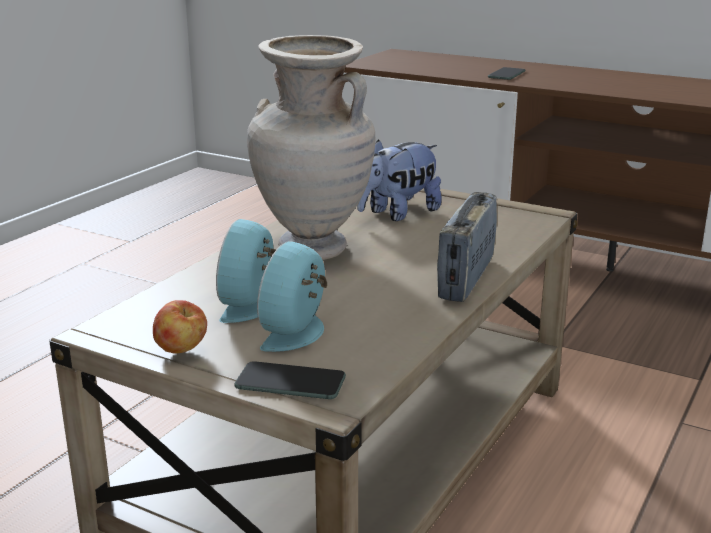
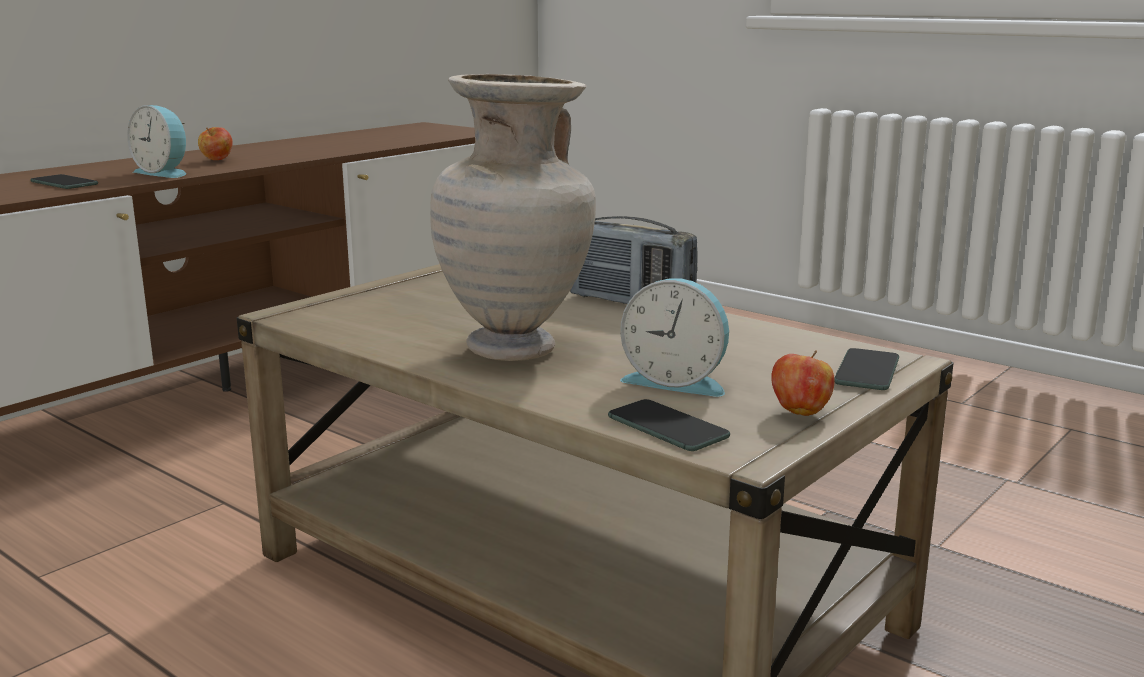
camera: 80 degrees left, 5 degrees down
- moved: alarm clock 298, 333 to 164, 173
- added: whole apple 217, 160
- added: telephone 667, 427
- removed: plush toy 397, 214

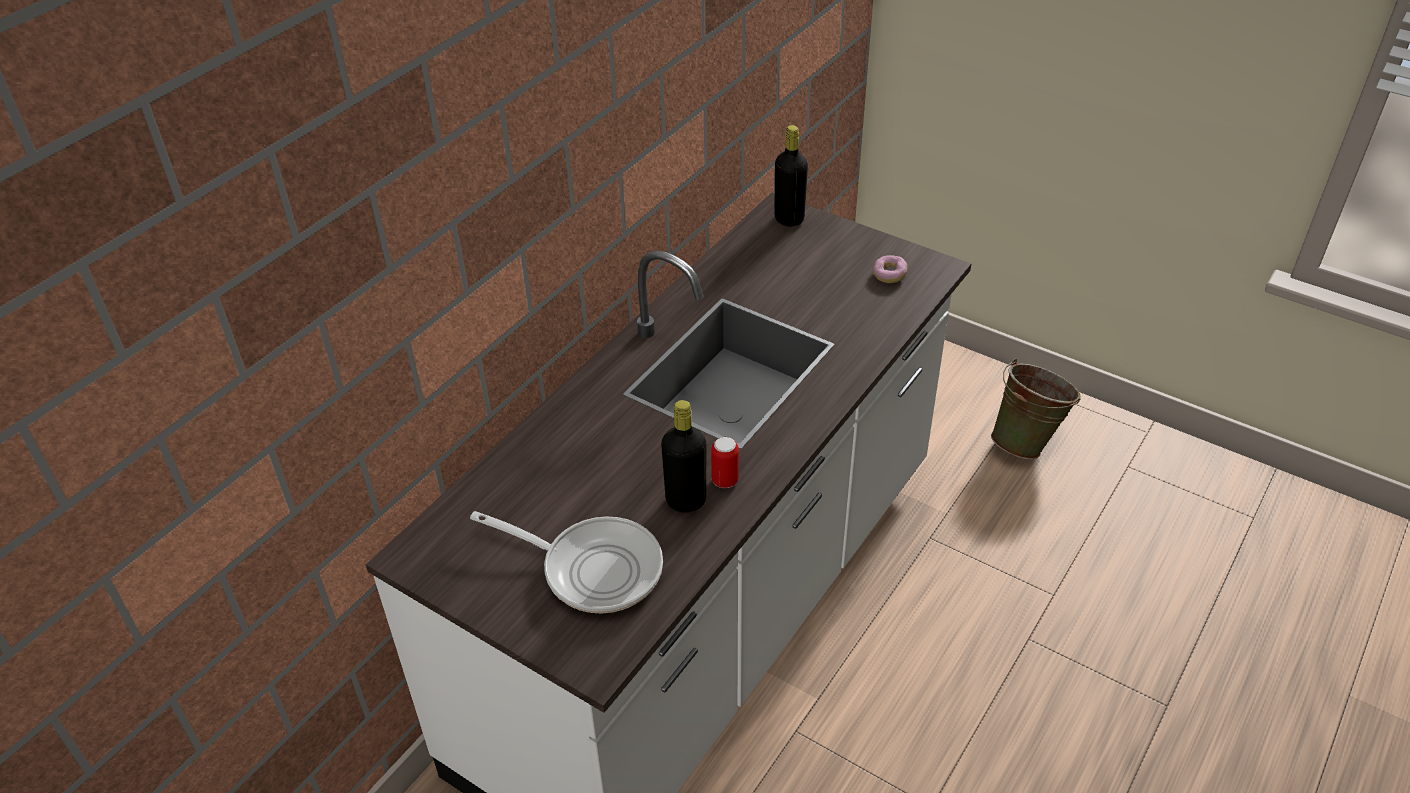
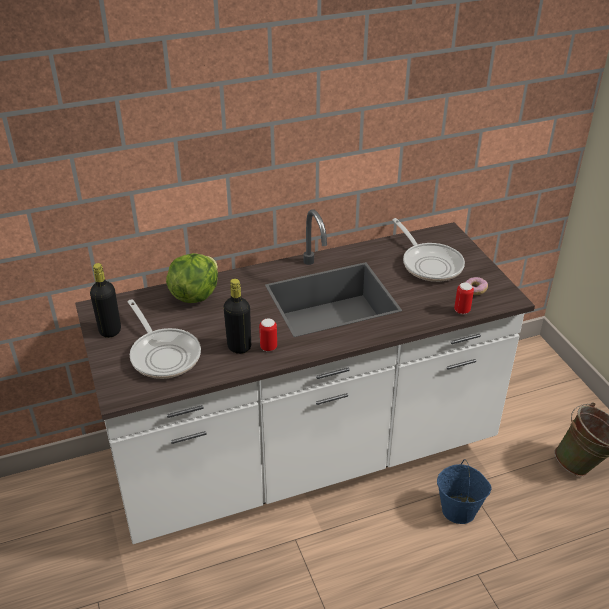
camera: 35 degrees right, 5 degrees down
- moved: black-coloured beverage bottle 789, 219 to 110, 330
- added: head of lettuce 194, 295
- added: pan 429, 263
- added: bluish water bucket 459, 510
- added: metal can 462, 310

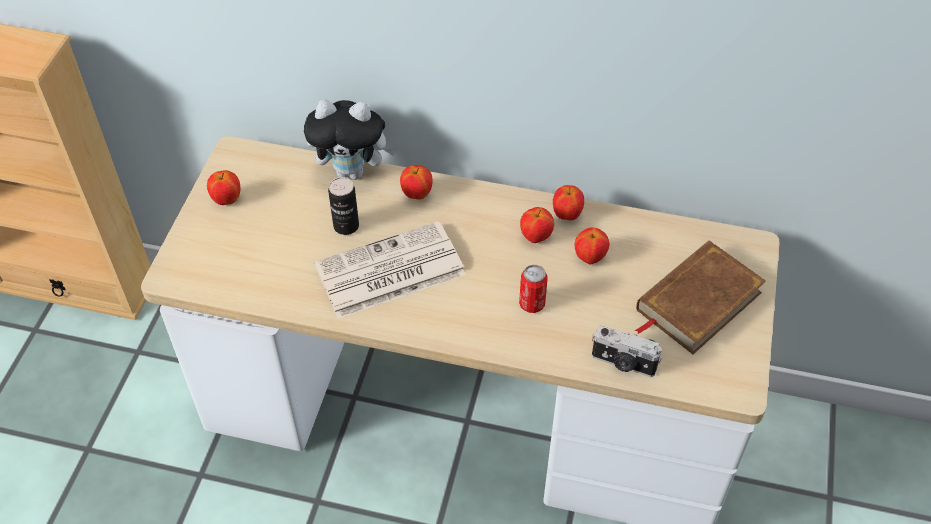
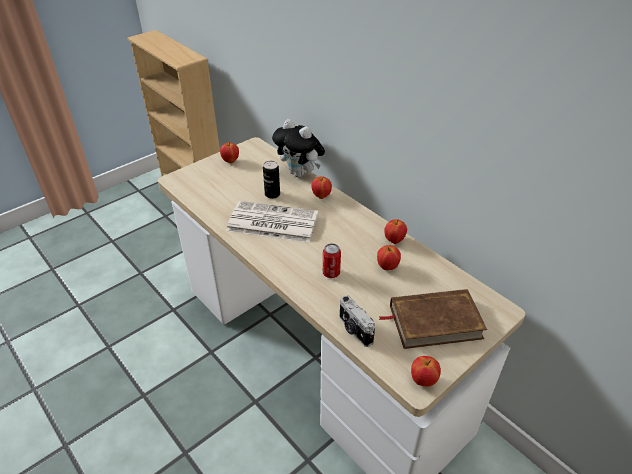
camera: 35 degrees right, 10 degrees down
- moved: whole apple 536, 237 to 423, 380

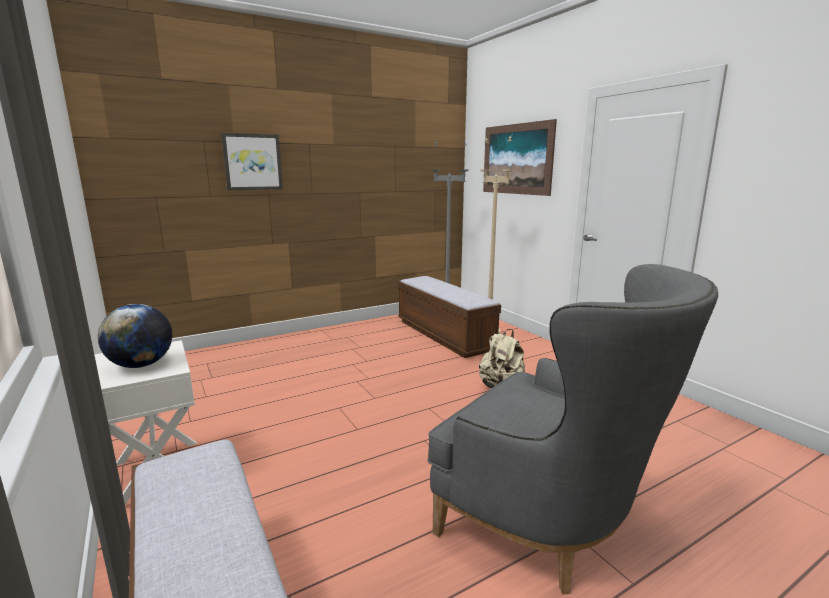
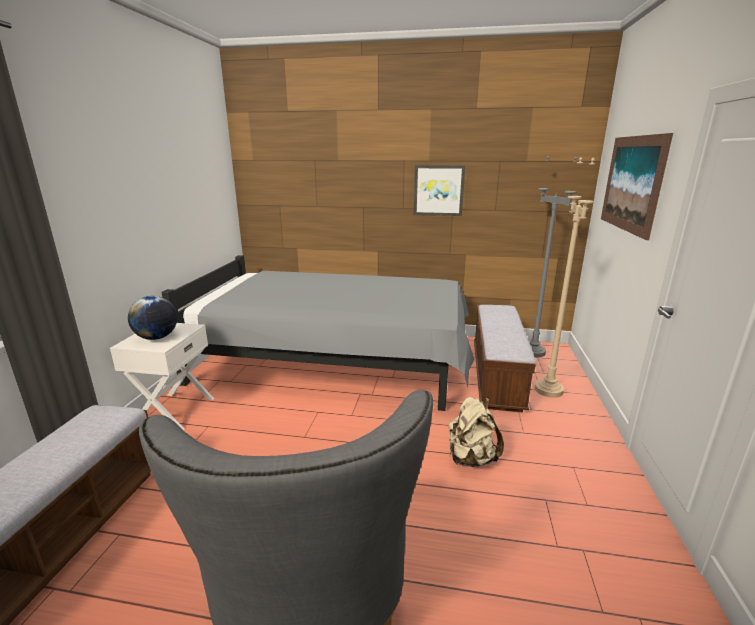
camera: 40 degrees right, 5 degrees up
- added: gray sleeping bed 337, 362
- moved: picture 252, 162 to 438, 190

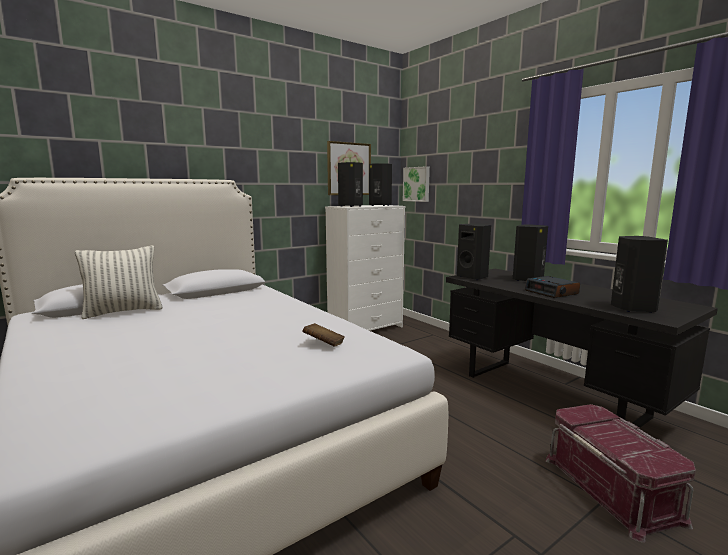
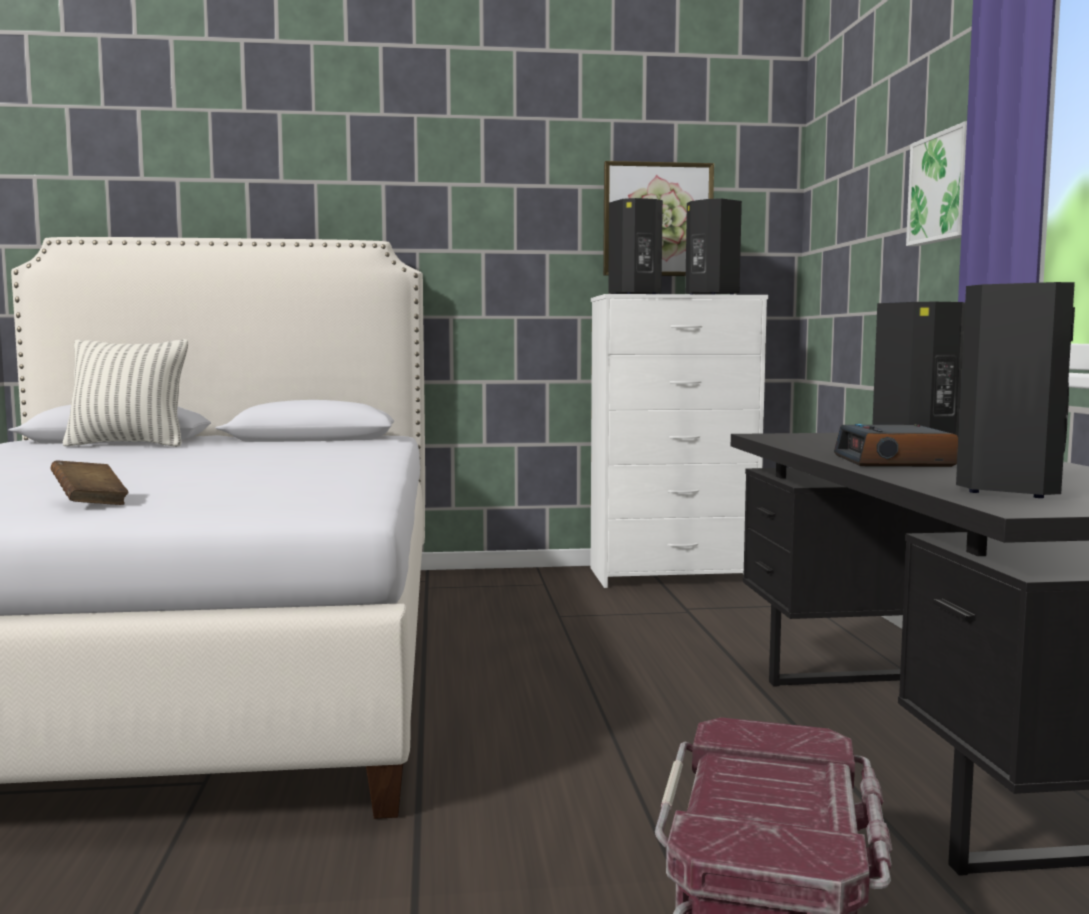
camera: 30 degrees right, 5 degrees down
- moved: brownish book 324, 344 to 90, 503
- moved: picture 417, 184 to 945, 187
- removed: black-coloured loudspeaker 473, 277

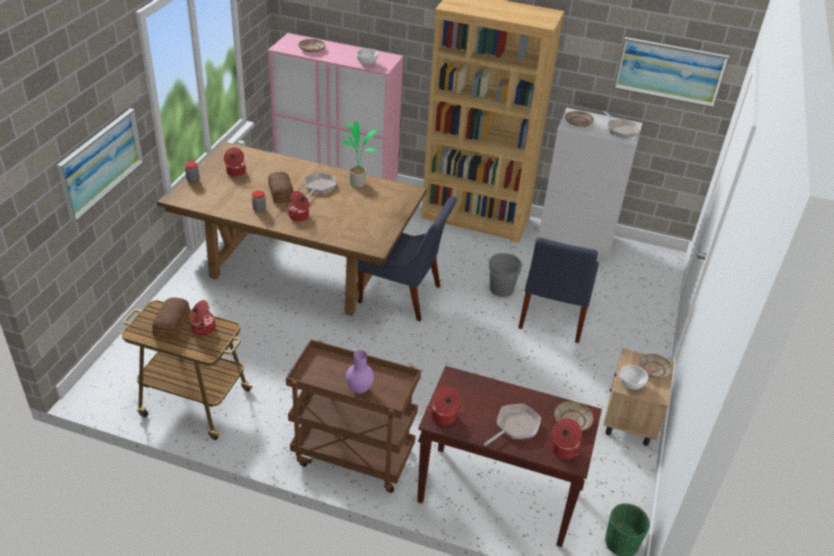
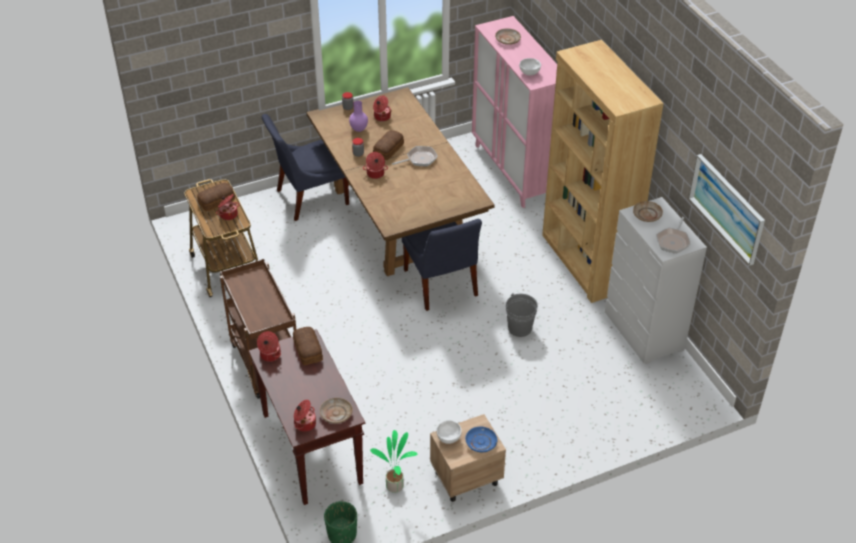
camera: 50 degrees right, 5 degrees up
- moved: bluish chair 552, 316 to 309, 198
- added: baked bread 307, 351
- moved: purple flower vase 359, 389 to 358, 129
- moved: houseplant 357, 182 to 396, 485
- recoloured: sand-coloured flat dish 653, 370 to bluish flat dish 481, 442
- removed: picture 101, 162
- removed: pan 515, 426

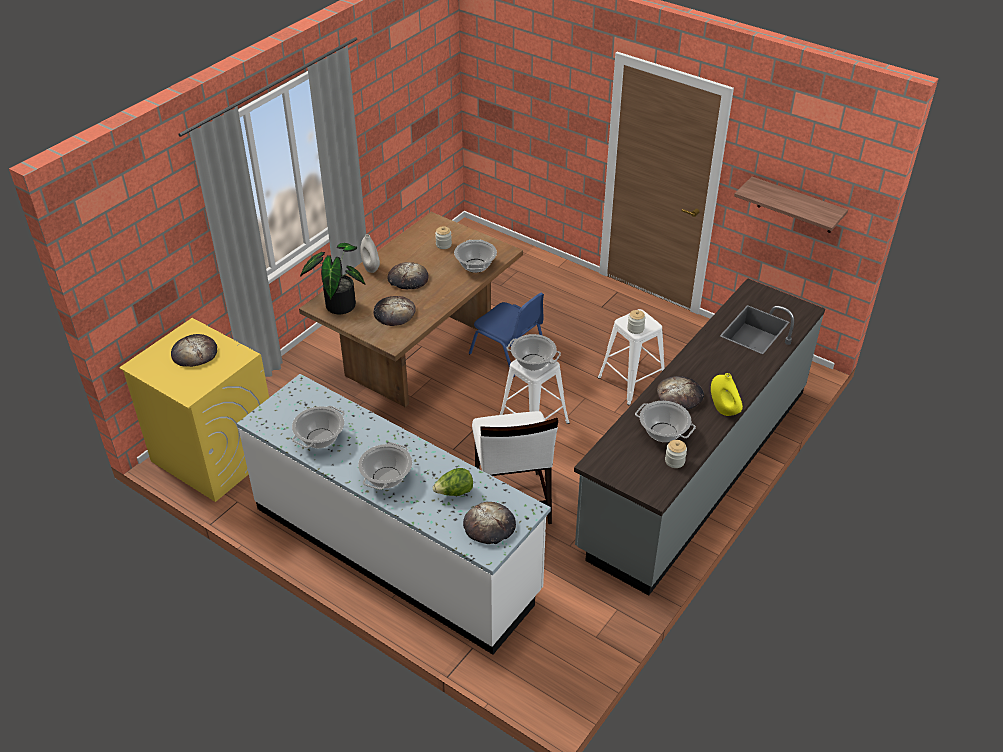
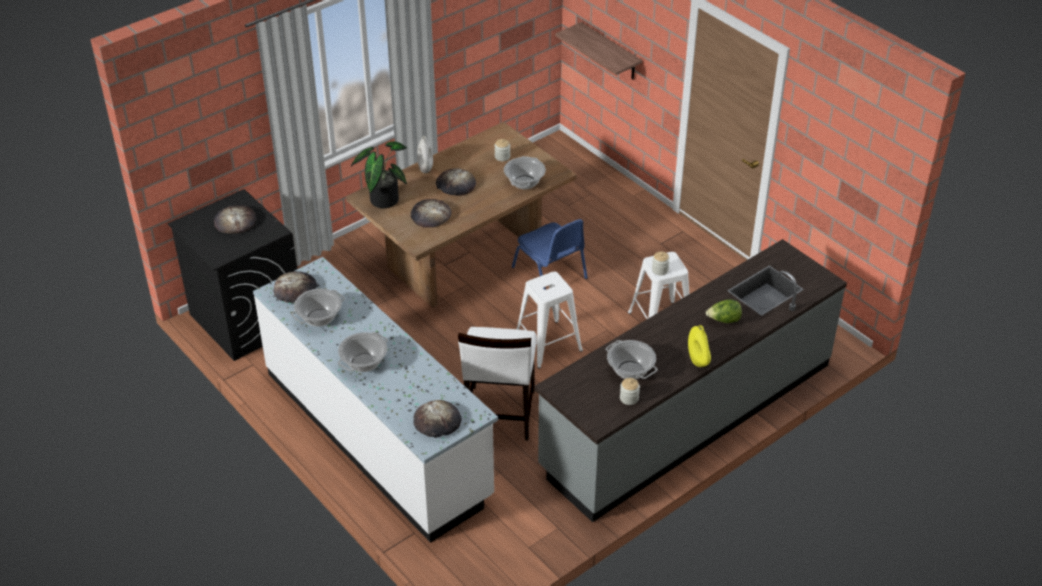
camera: 15 degrees right, 0 degrees up
- recoloured: yellowish laundry machine 214, 455 to black-coloured laundry machine 246, 319
- moved: baked bread 679, 395 to 295, 289
- moved: bracket shelf 796, 206 to 610, 52
- moved: head of lettuce 454, 492 to 723, 320
- removed: stockpot 533, 362

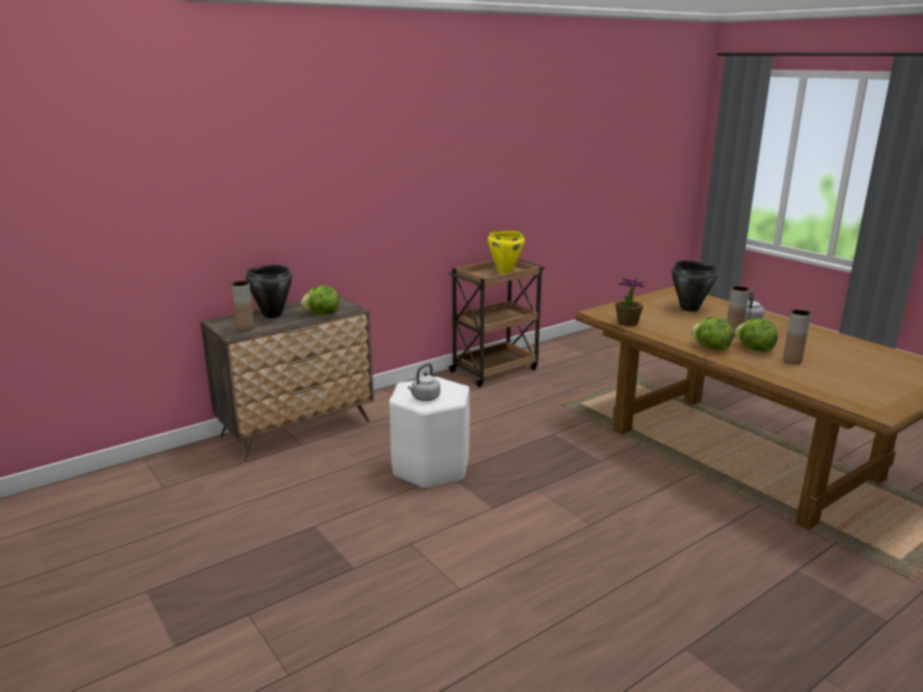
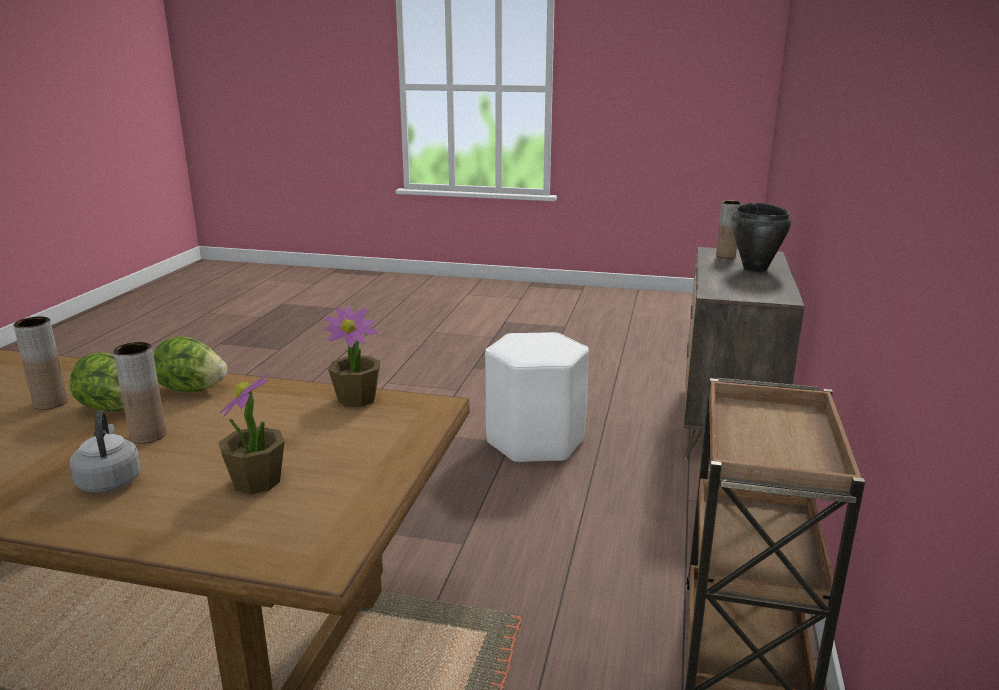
camera: 140 degrees right, 0 degrees up
- replaced: black-coloured stockpot 689, 309 to houseplant 257, 482
- removed: head of lettuce 322, 314
- removed: gray kettle 424, 398
- removed: yellowish stockpot 504, 271

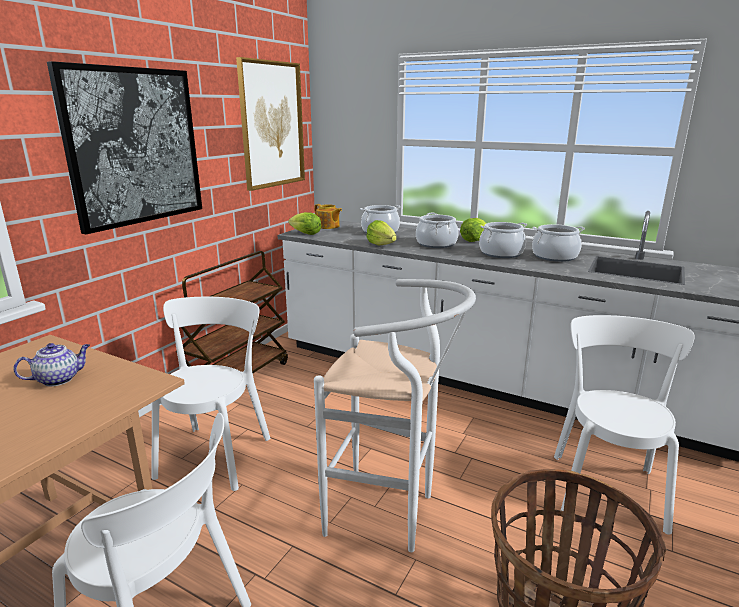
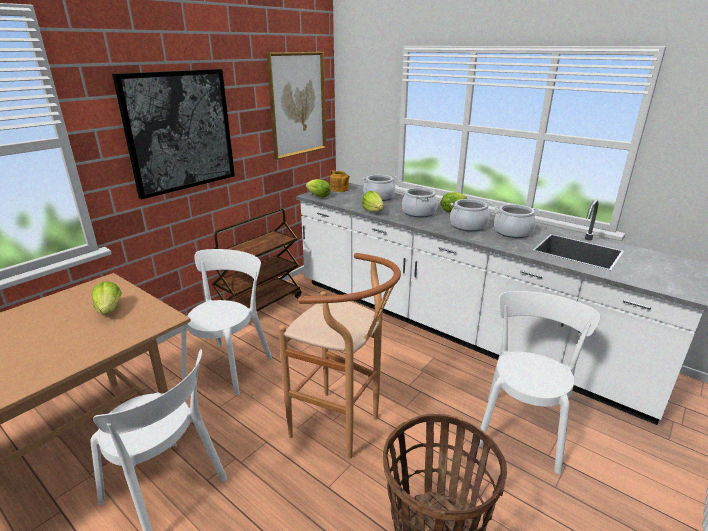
camera: 10 degrees right, 5 degrees up
- replaced: pot for tea 59, 379 to head of lettuce 109, 310
- recoloured: whitish stool 391, 515 to brownish stool 343, 428

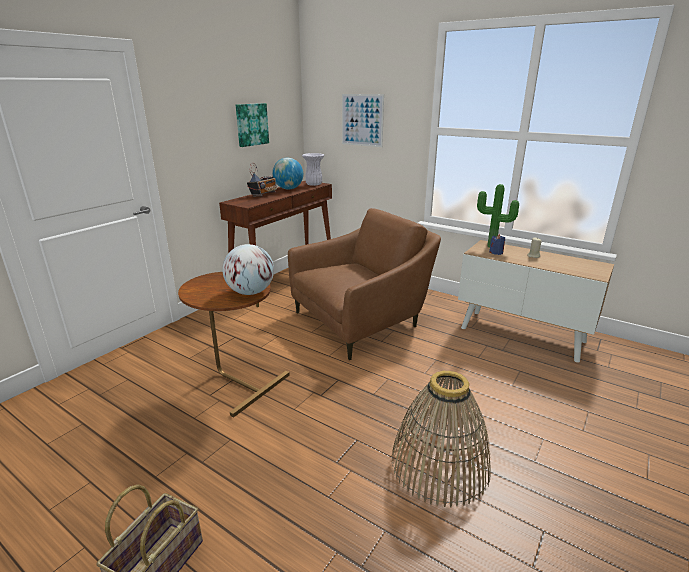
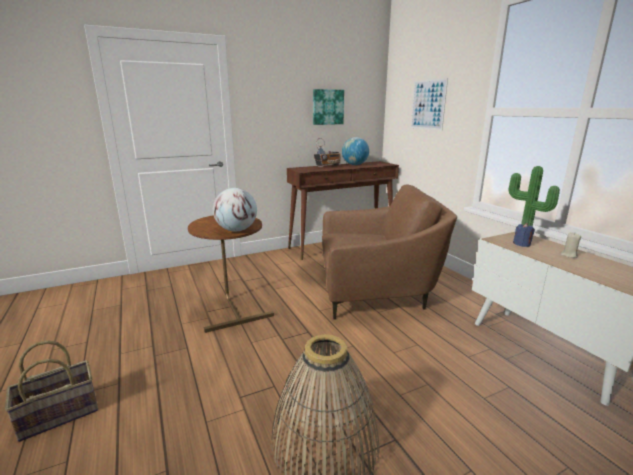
camera: 30 degrees right, 5 degrees down
- removed: whitish flower vase 314, 184

